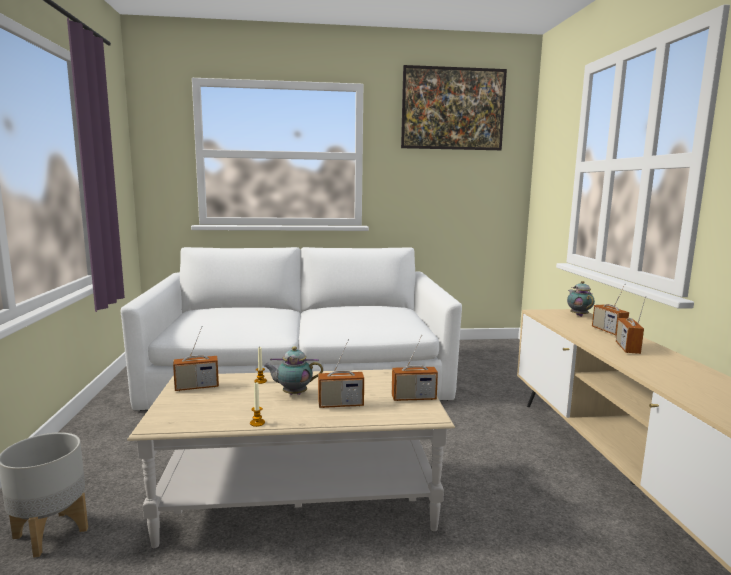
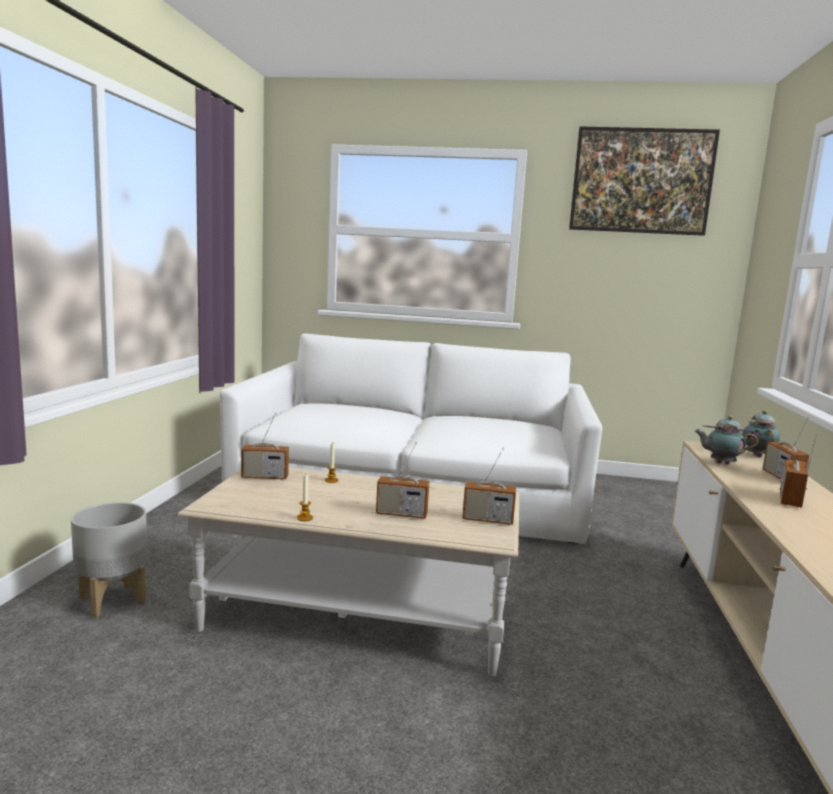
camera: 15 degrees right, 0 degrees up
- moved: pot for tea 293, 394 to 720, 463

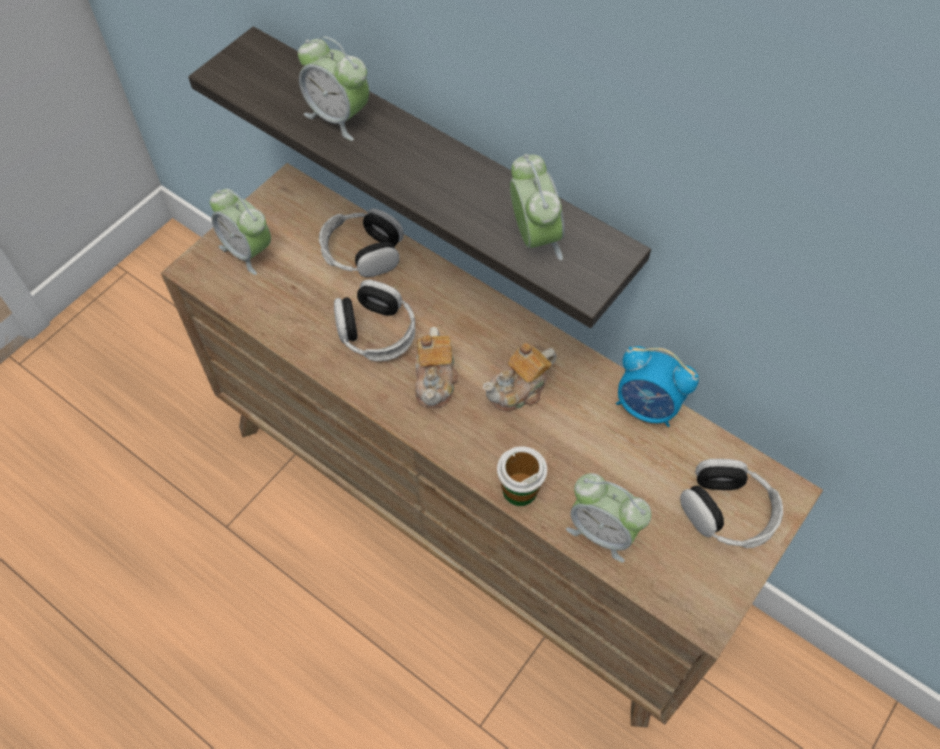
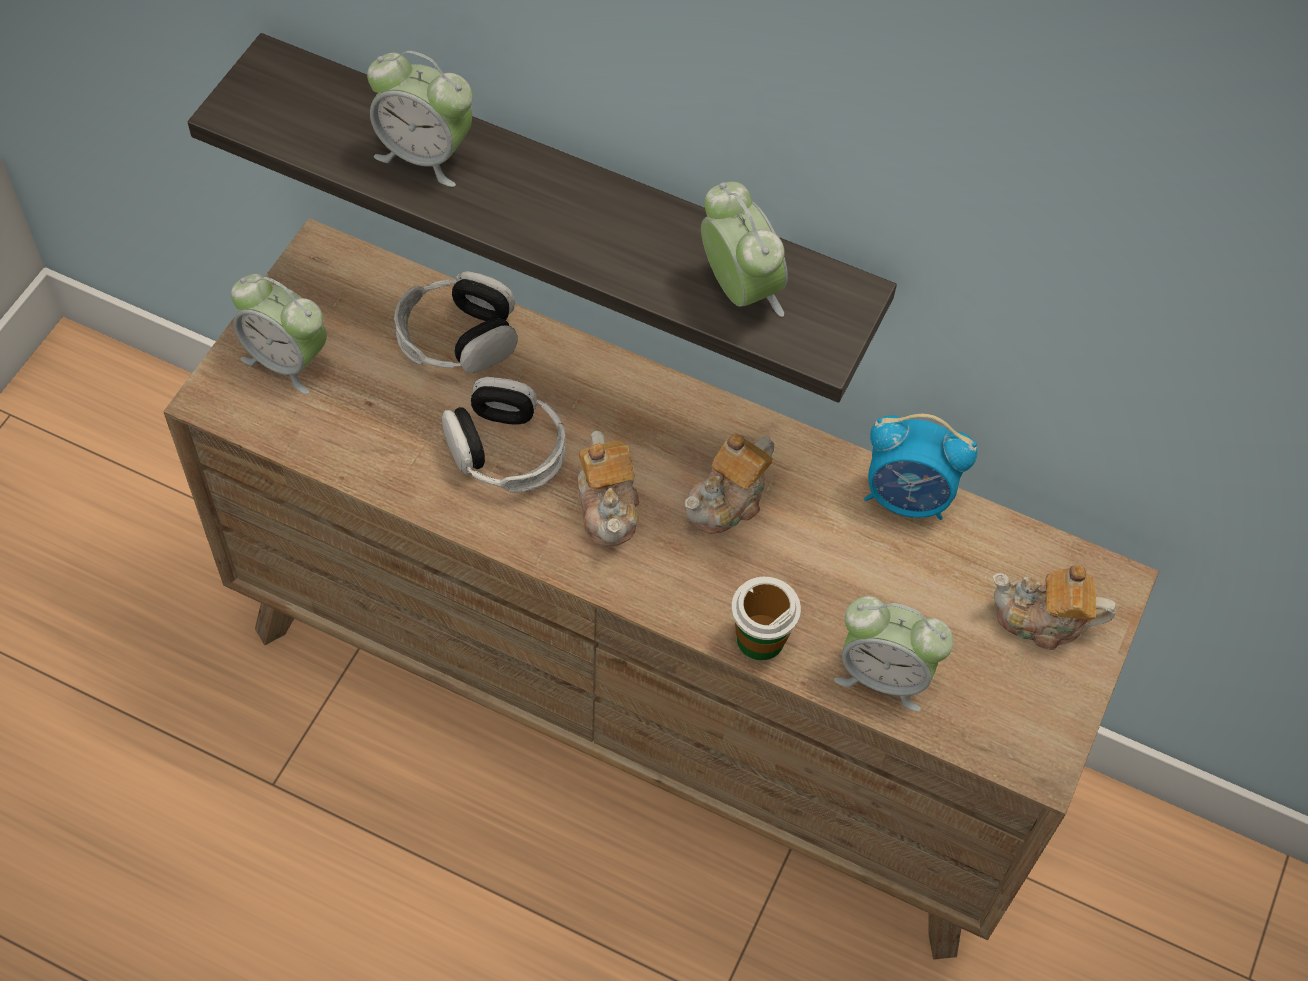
camera: 15 degrees left, 0 degrees up
- replaced: pair of headphones 728, 511 to pot for tea 1042, 620

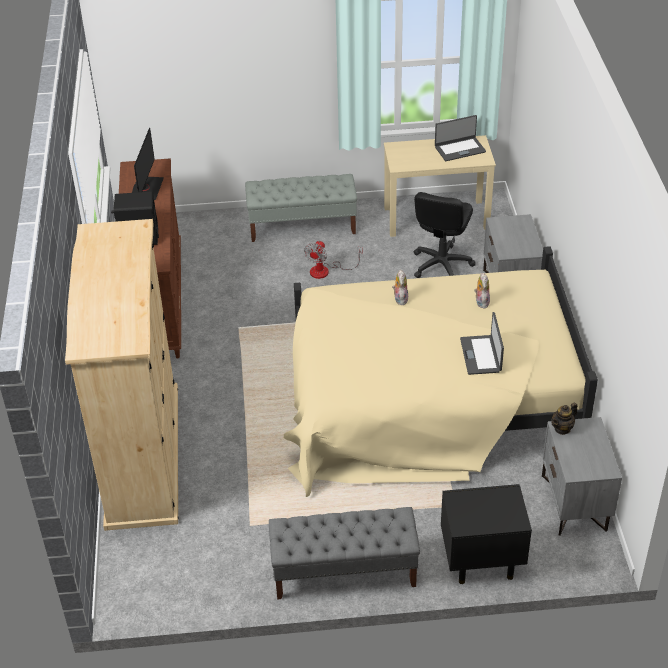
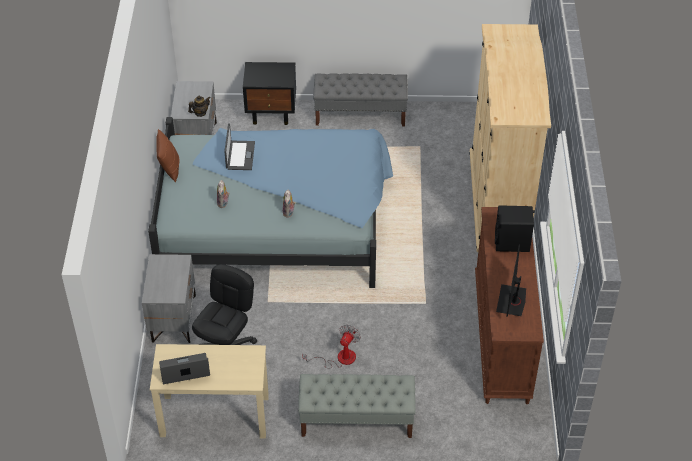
camera: 175 degrees left, 5 degrees up
- recoloured: sand-coloured sleeping bed 427, 399 to bluish sleeping bed 277, 222
- added: brownish throw pillow 169, 168

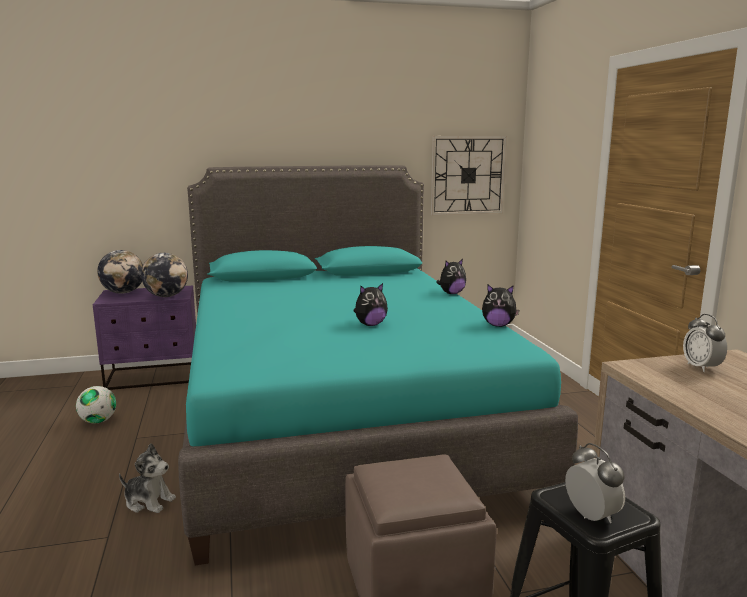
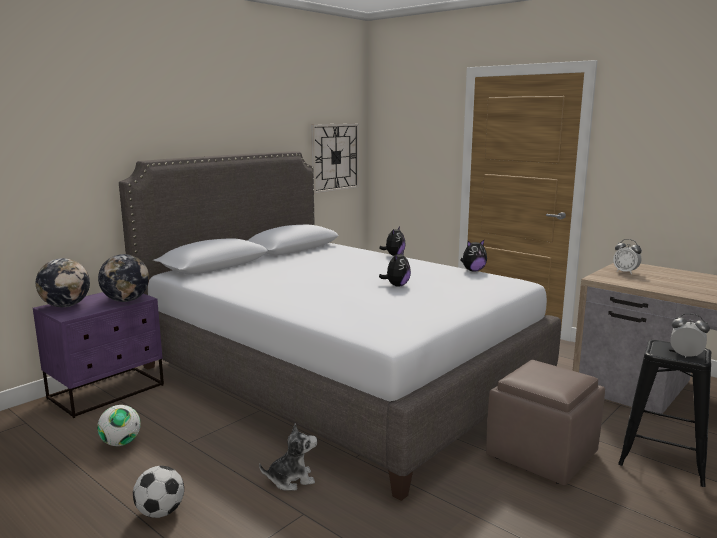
camera: 35 degrees left, 0 degrees up
- recoloured: turquoise sleeping bed 340, 419 to gray sleeping bed 338, 377
- added: football 160, 512

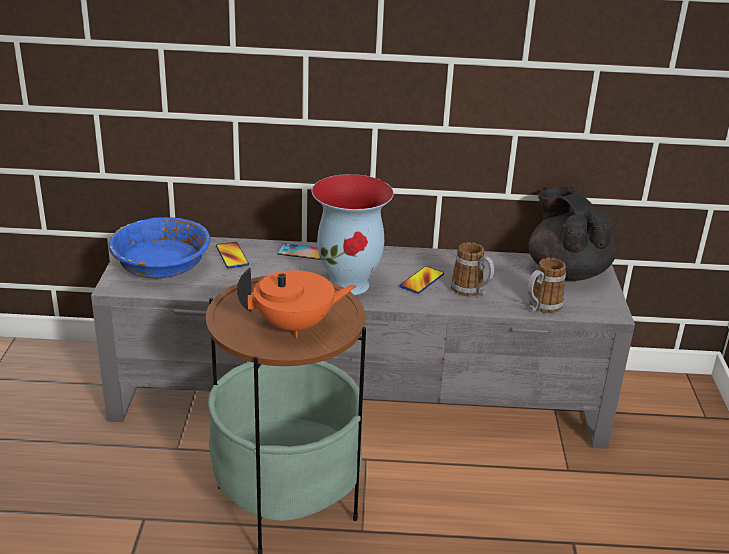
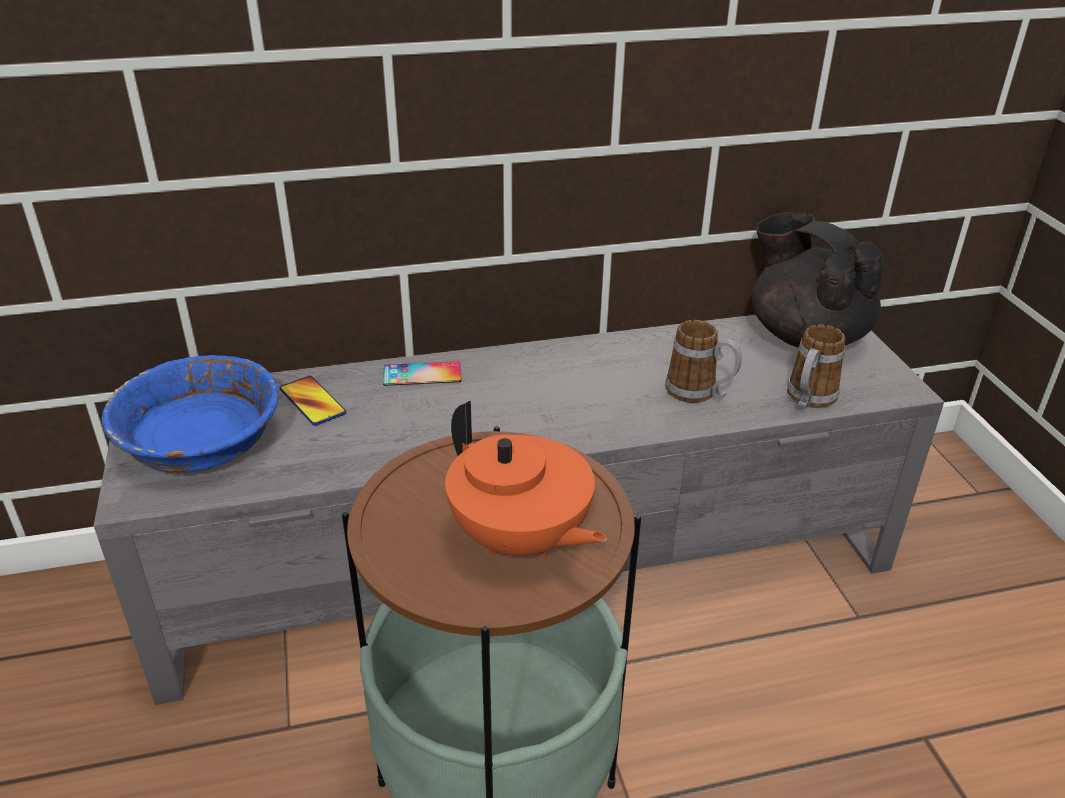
camera: 15 degrees left, 5 degrees up
- turned: orange pot for tea 295, 326 = 520, 540 75 degrees clockwise
- removed: flower vase 350, 284
- removed: telephone 422, 281

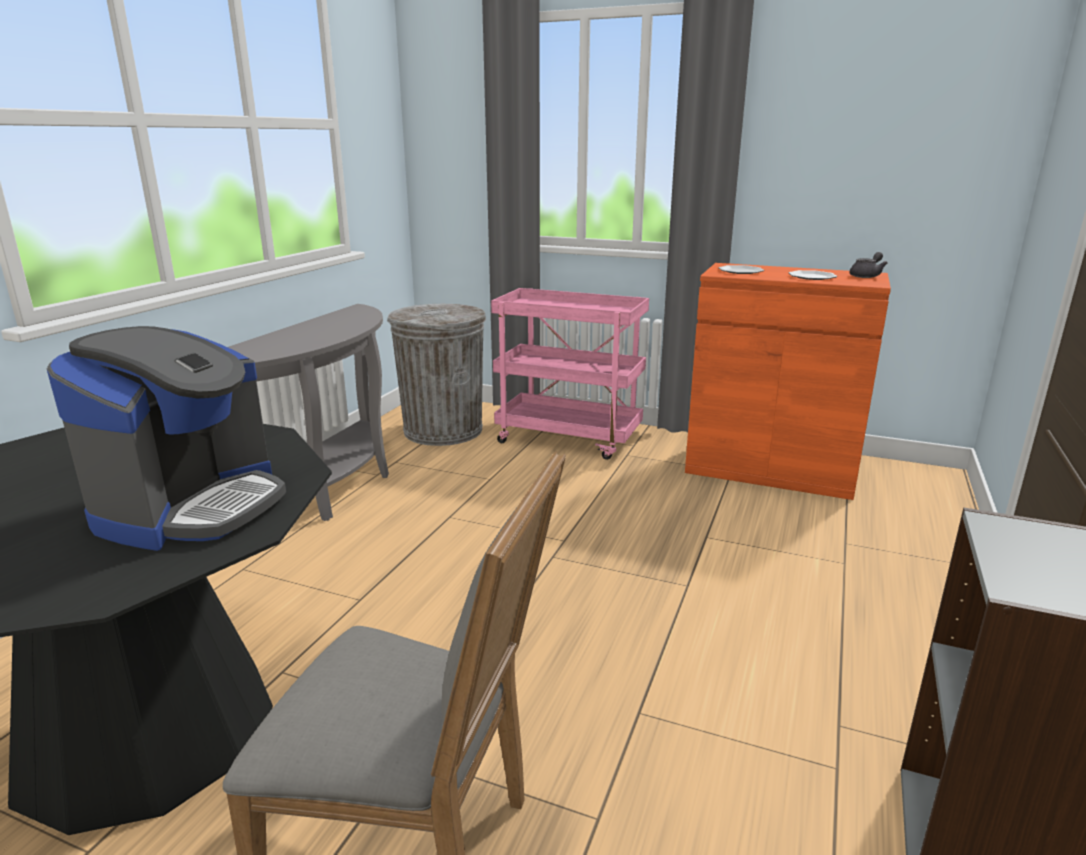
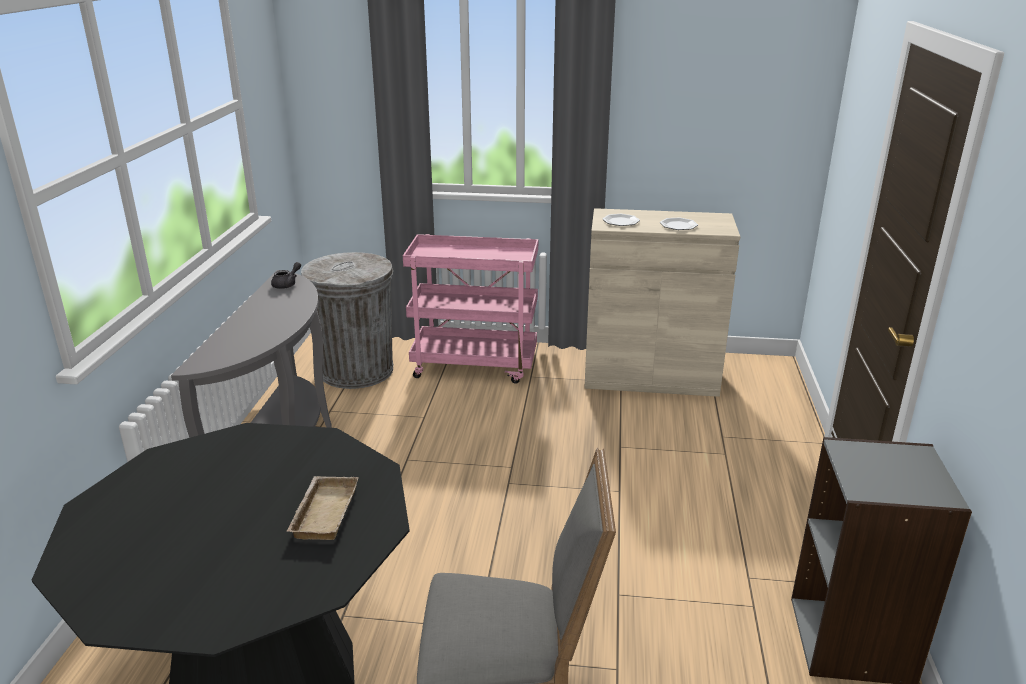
camera: 15 degrees left, 5 degrees up
- moved: gray pot for tea 867, 276 to 287, 284
- replaced: coffee brewer 192, 506 to sand-coloured carrying tray 323, 512
- recoloured: orange storage cabinet 770, 470 to sand-coloured storage cabinet 650, 376

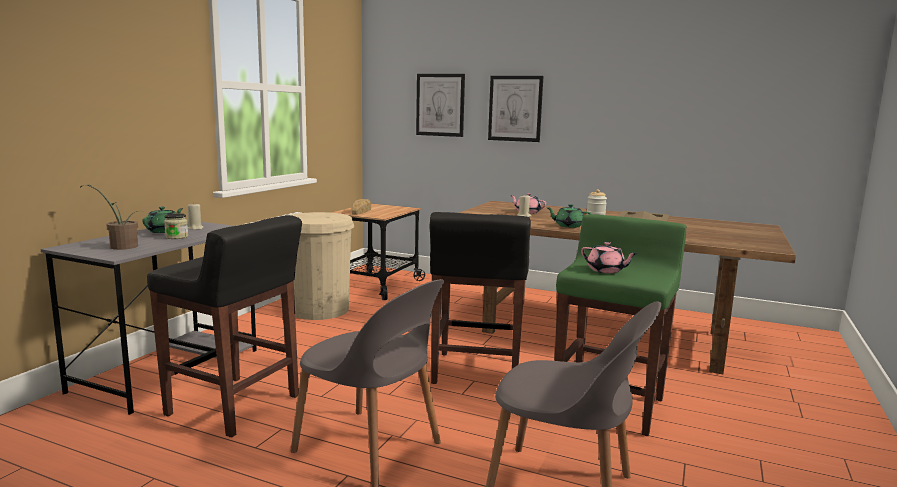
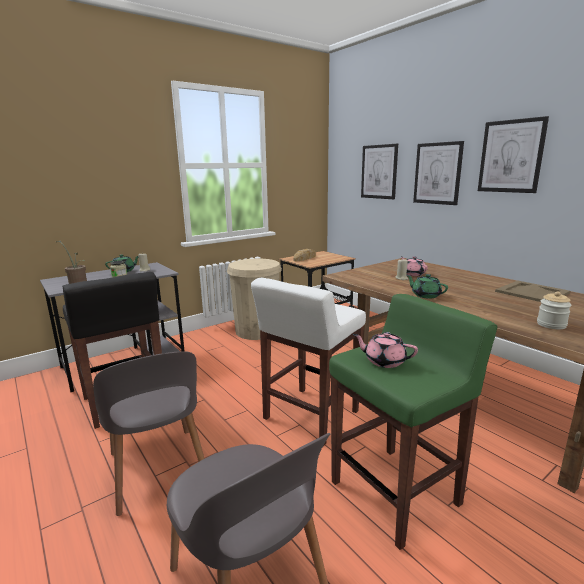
camera: 30 degrees right, 5 degrees up
- recoloured: black-coloured stool 476, 372 to whitish stool 310, 416
- turned: pinkish pot for tea 606, 270 = 384, 361 135 degrees clockwise
- added: picture 511, 156
- moved: storage jar 596, 214 to 551, 325

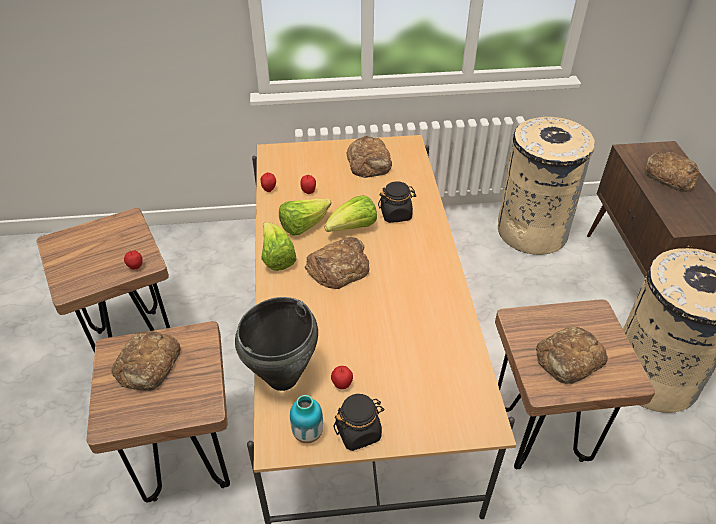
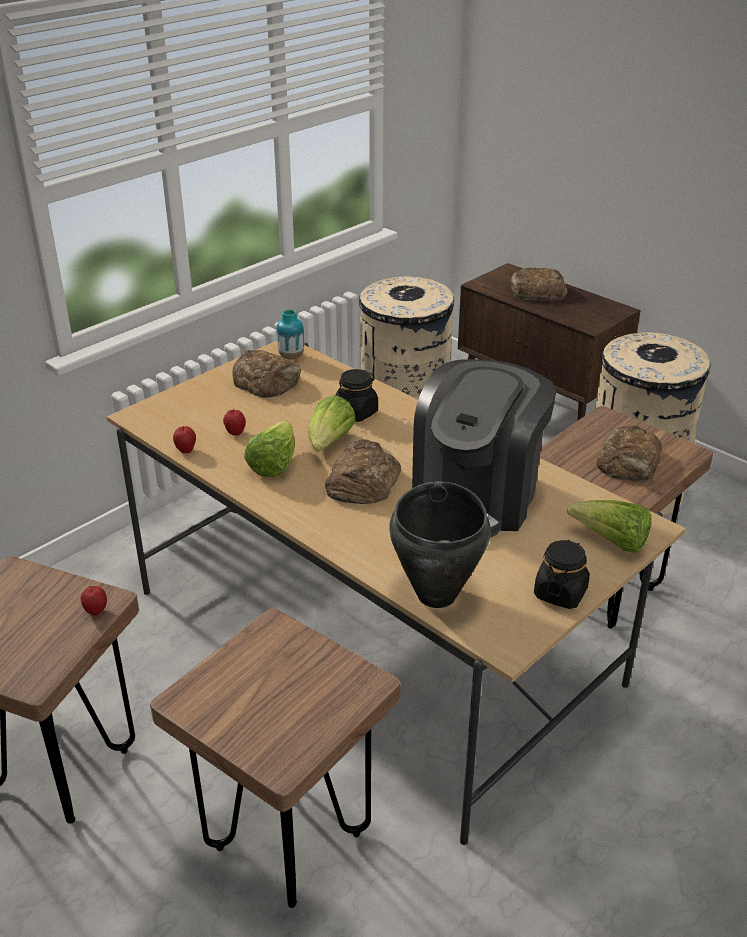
camera: 40 degrees left, 10 degrees down
- moved: flower vase 308, 434 to 291, 357
- added: coffee brewer 477, 496
- moved: head of lettuce 277, 258 to 611, 542
- removed: baked bread 148, 365
- removed: whole apple 342, 385

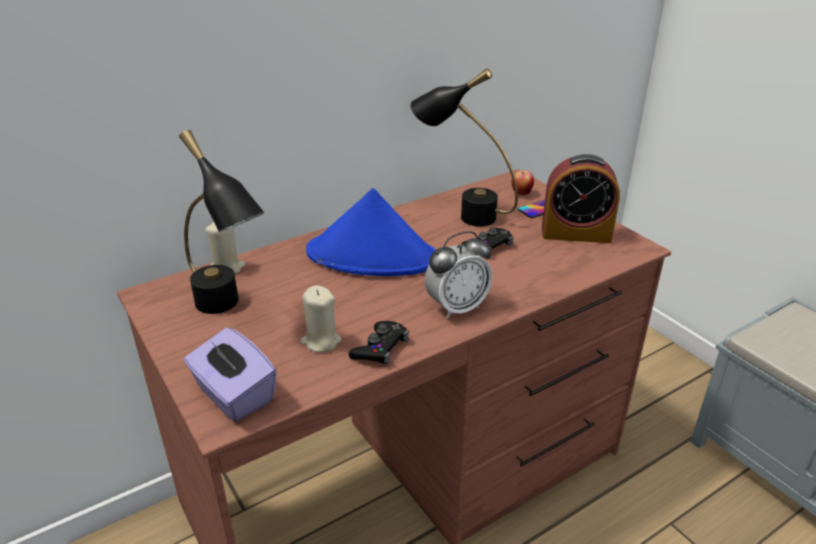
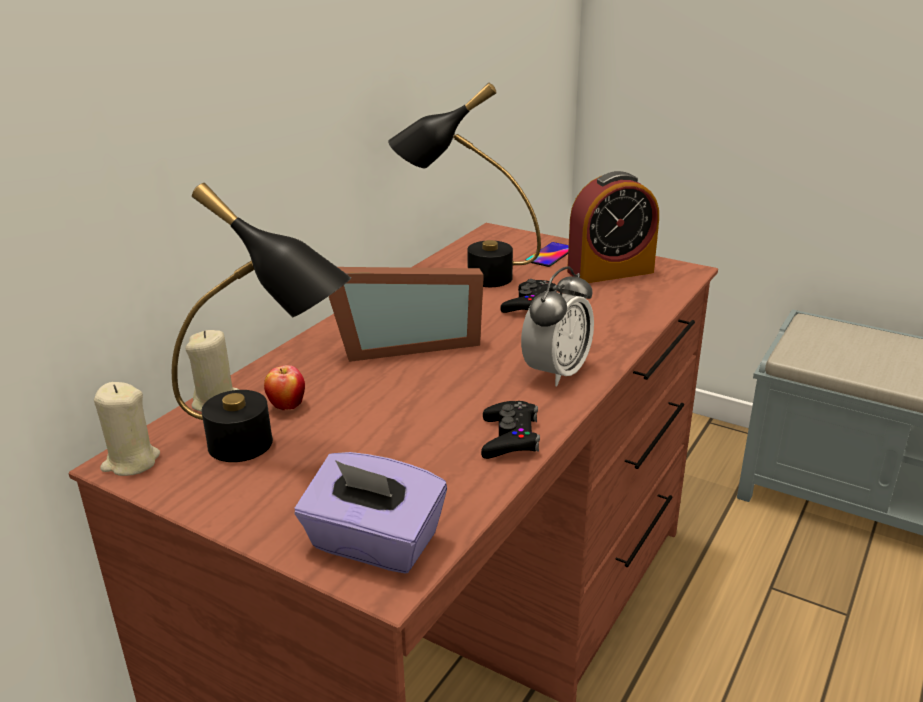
camera: 25 degrees left, 5 degrees down
- moved: sand-coloured candle 321, 341 to 131, 462
- moved: whole apple 521, 193 to 287, 406
- replaced: bluish wearable hat 373, 256 to standing frame 404, 344

